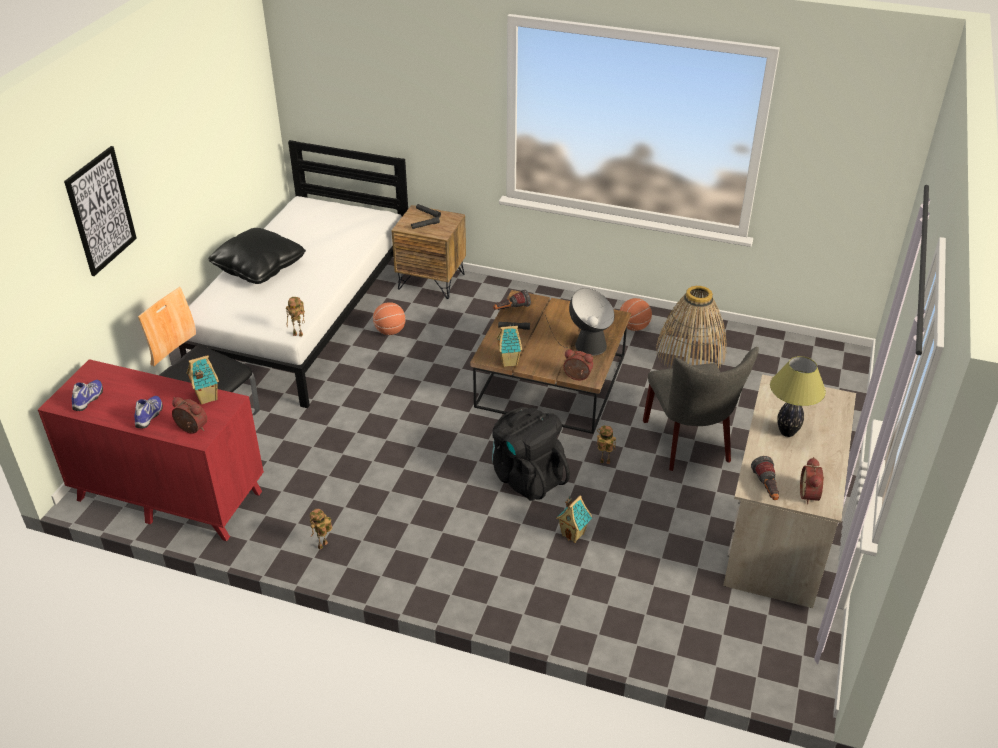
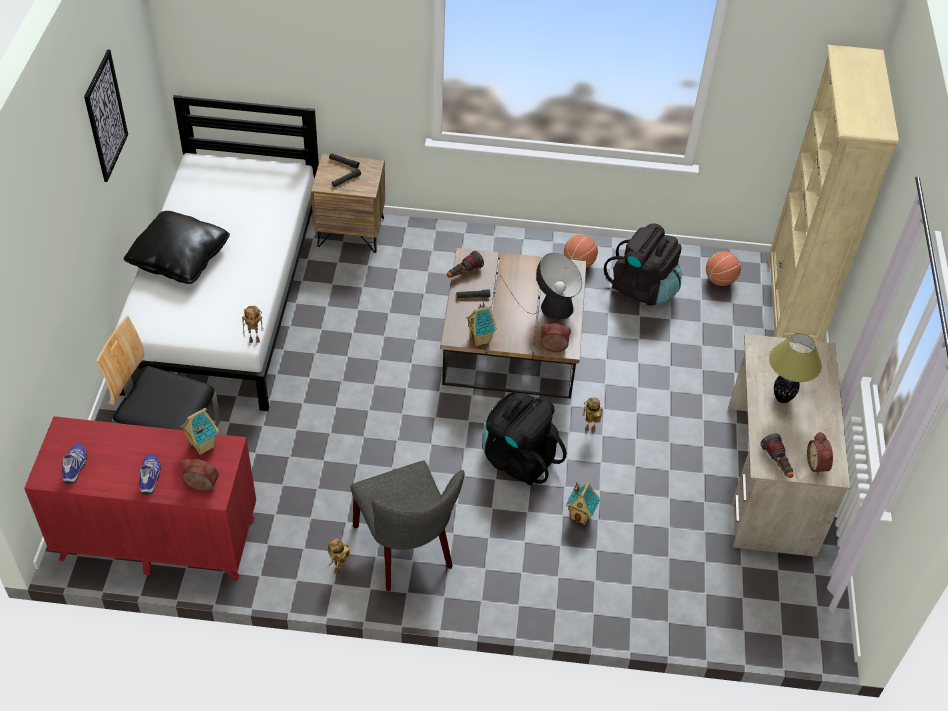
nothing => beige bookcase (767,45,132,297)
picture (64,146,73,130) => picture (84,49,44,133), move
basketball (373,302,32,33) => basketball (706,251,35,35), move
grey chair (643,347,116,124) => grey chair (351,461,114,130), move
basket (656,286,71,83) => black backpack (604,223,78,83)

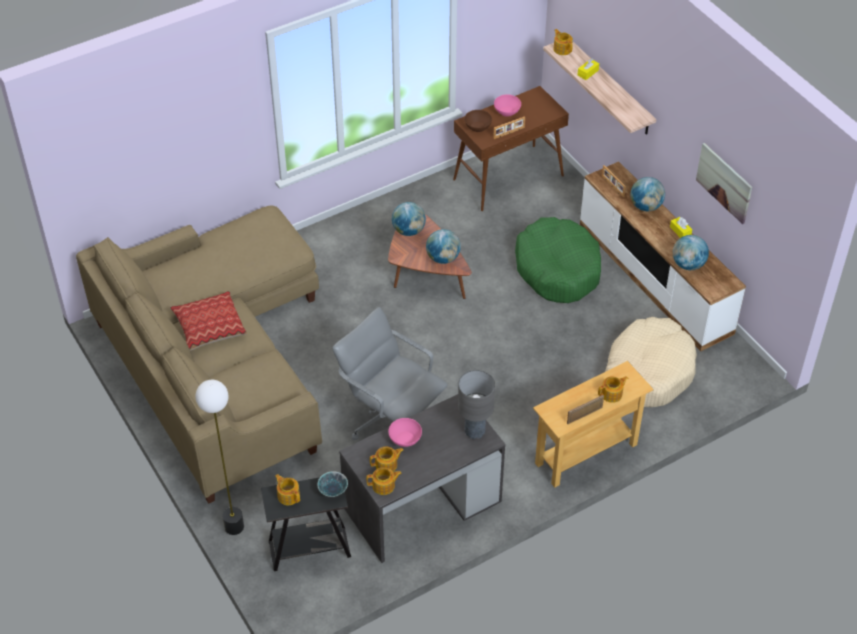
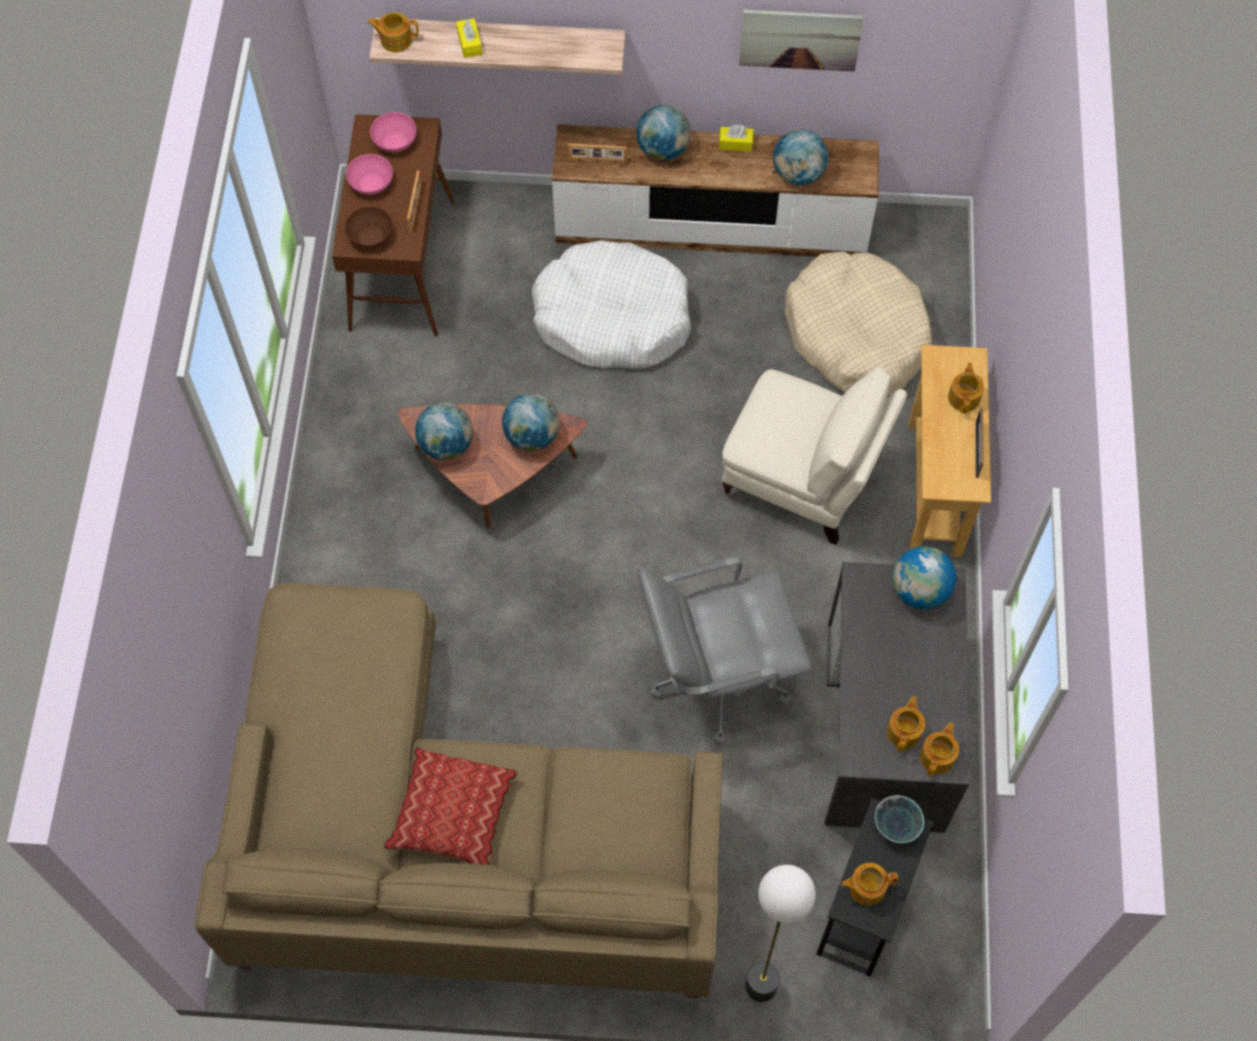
nothing => beige armchair (722,367,185,178)
pink bowl (388,418,34,29) => pink bowl (370,112,47,41), move
grey table lamp (458,370,37,69) => globe (893,546,63,63)
green dog bed (515,217,86,86) => white dog bed (532,240,159,129)

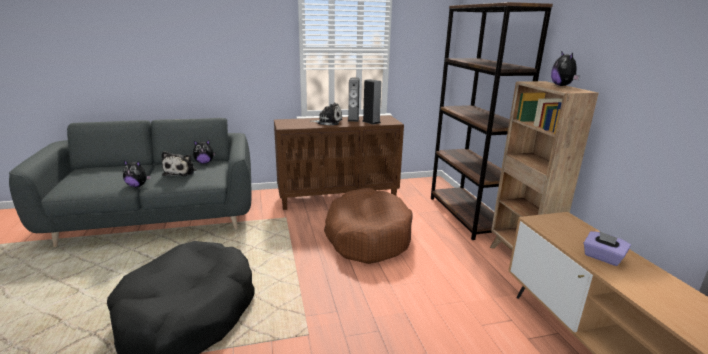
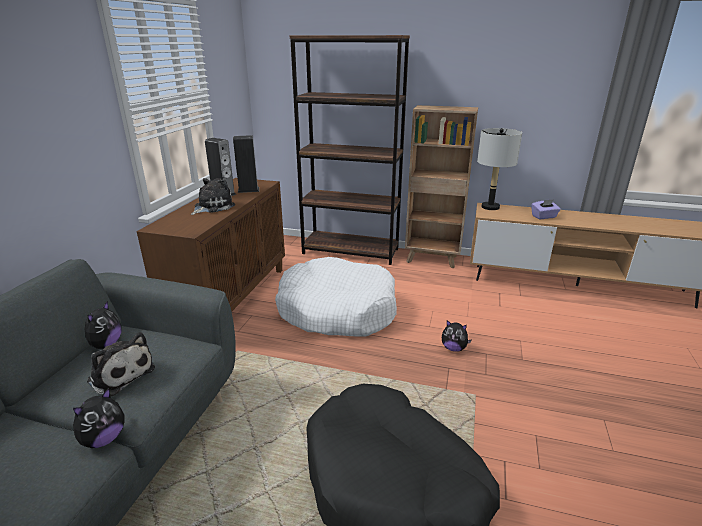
nothing => grey table lamp (477,128,45,82)
plush toy (551,52,29,34) => plush toy (442,320,30,32), move
brown dog bed (324,188,89,76) => white dog bed (275,257,122,79)

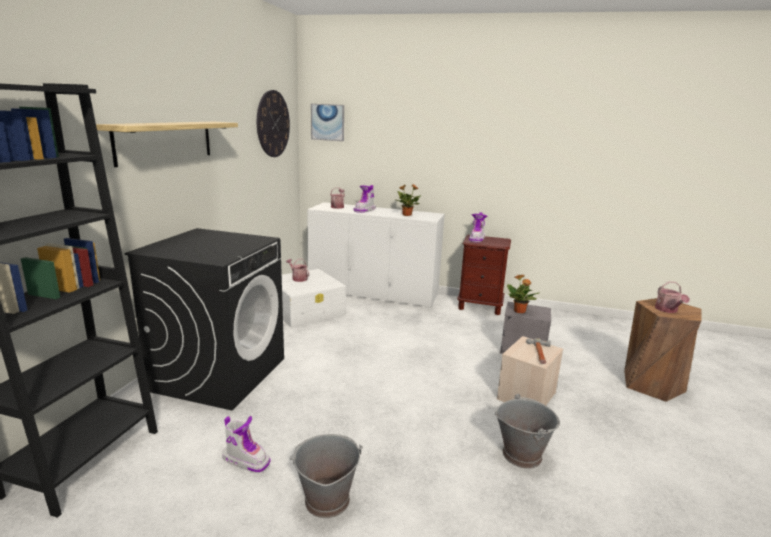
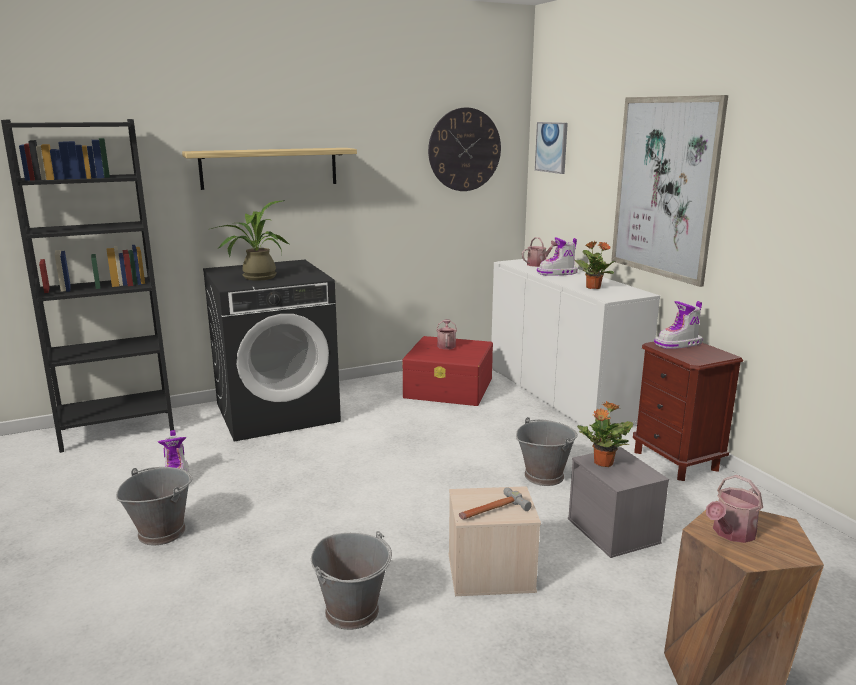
nothing => potted plant (208,201,83,80)
nothing => grey bucket (516,417,62,69)
nothing => picture (611,95,117,192)
white storage box (282,269,64,58) => red storage box (402,336,91,70)

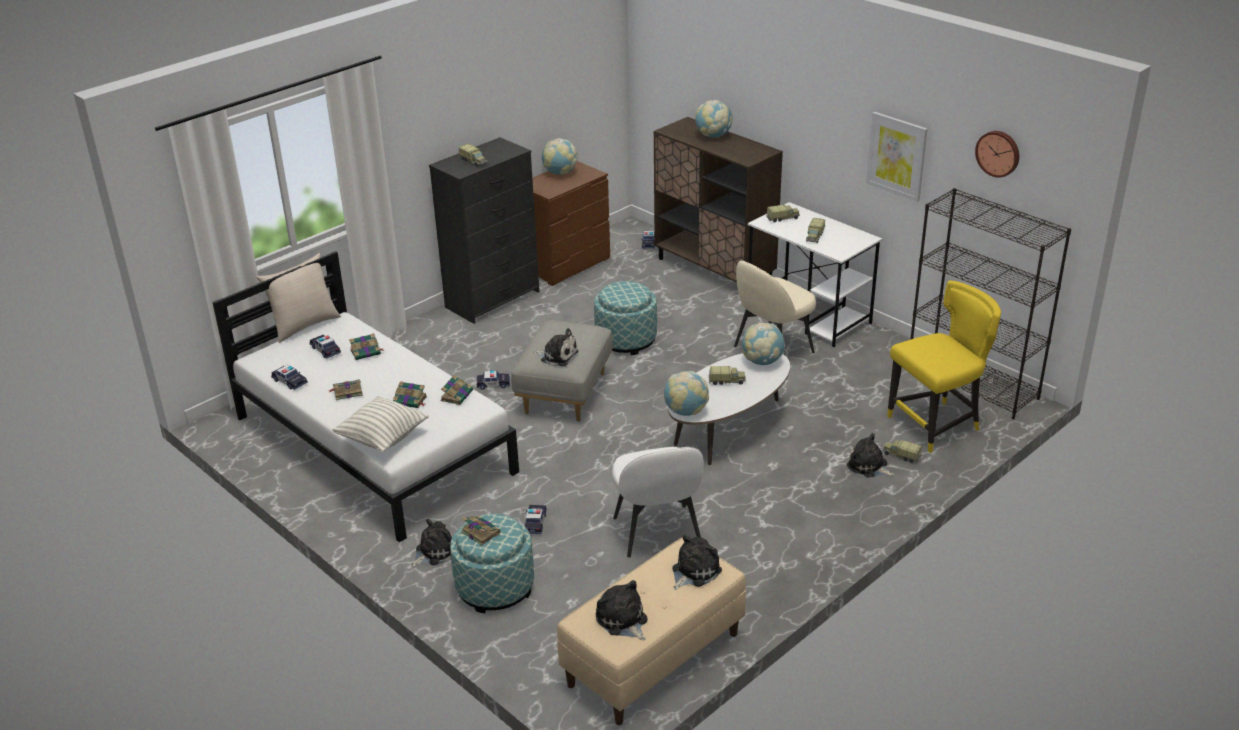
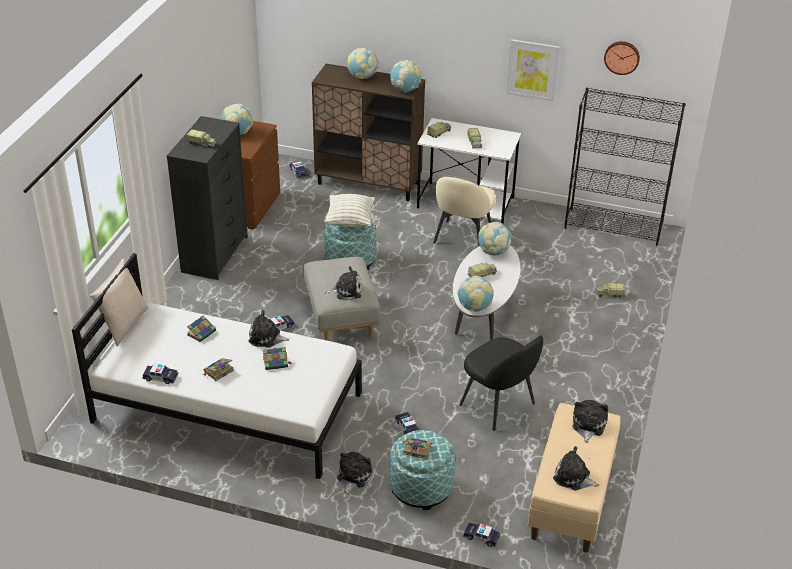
book (440,375,33,30) => nothing
yellow chair (887,280,114,173) => nothing
nothing => globe (390,60,32,33)
toy car (310,335,31,23) => toy car (463,523,37,24), move
pillow (333,396,96,56) => pillow (324,194,51,33), move
plush toy (847,433,48,45) => plush toy (249,310,41,38), move
white chair (612,447,92,110) => black chair (460,336,83,95)

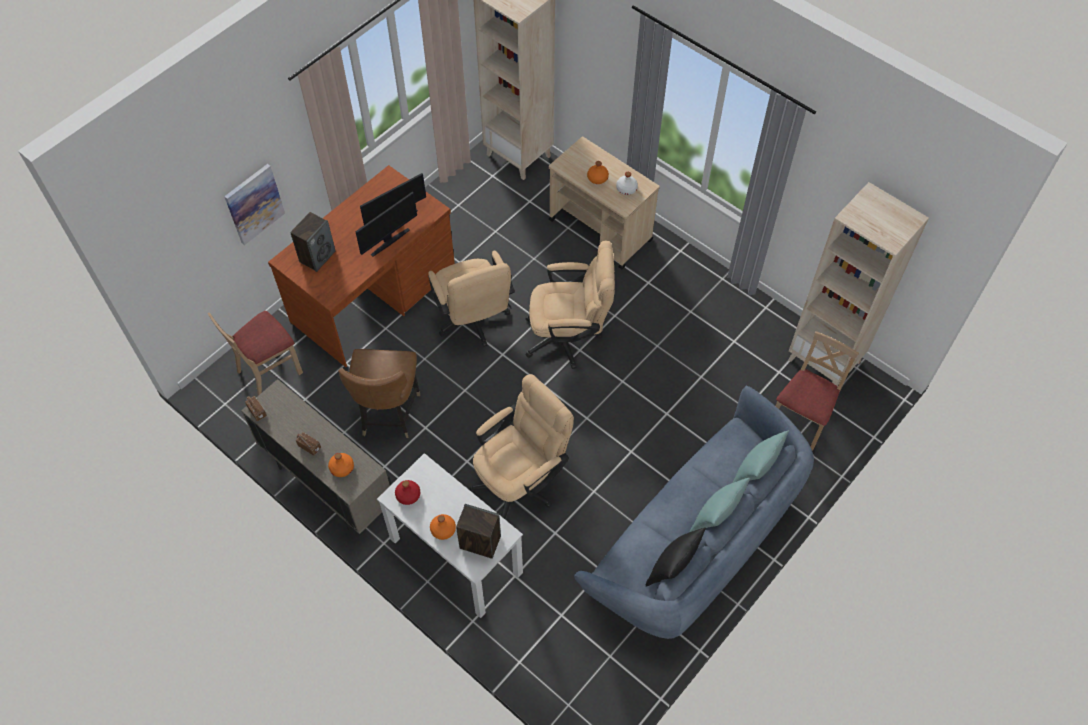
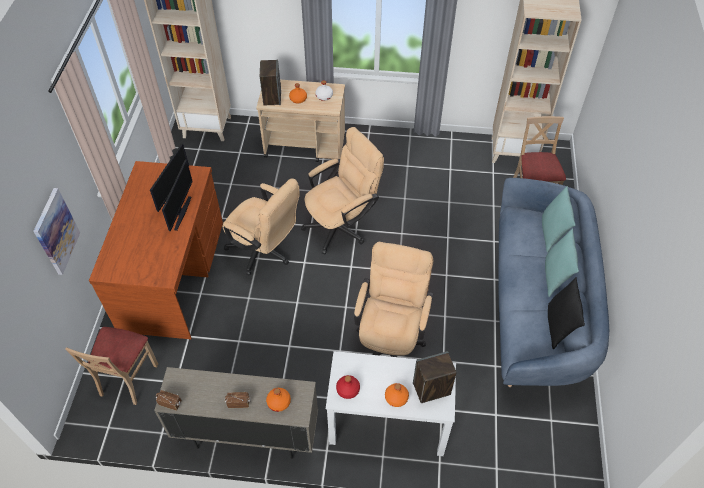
brown chair (338,349,82,89) => nothing
speaker (290,212,46,60) => speaker (260,59,21,46), move

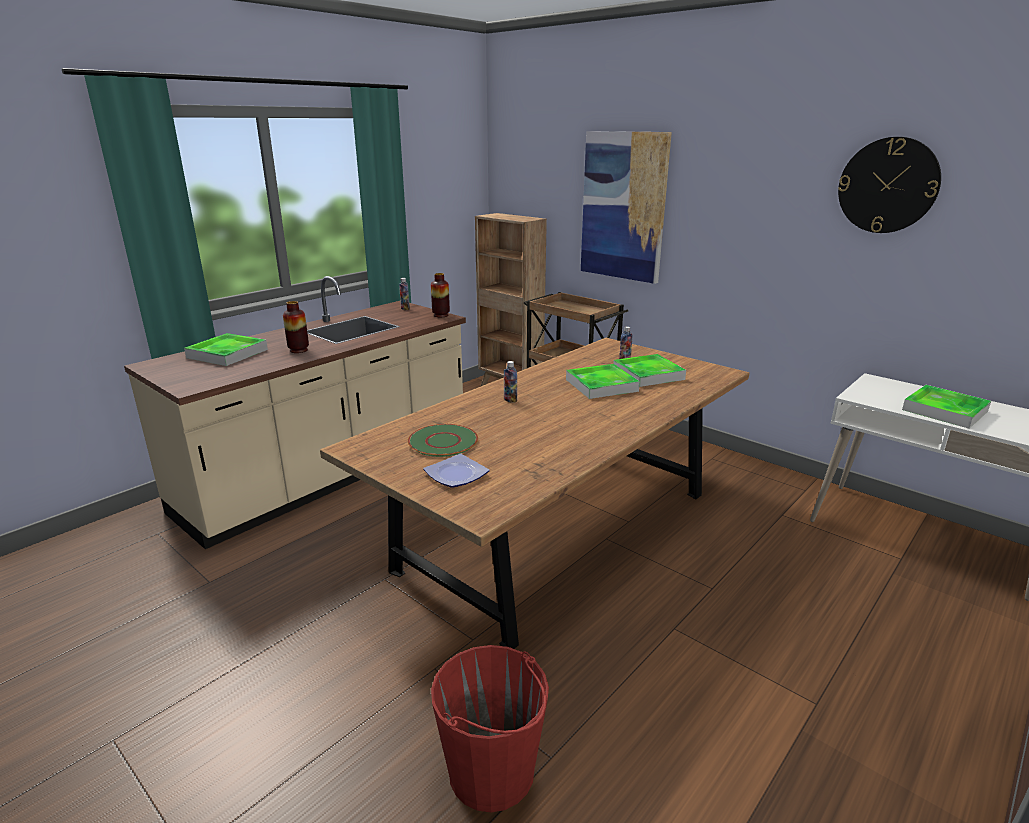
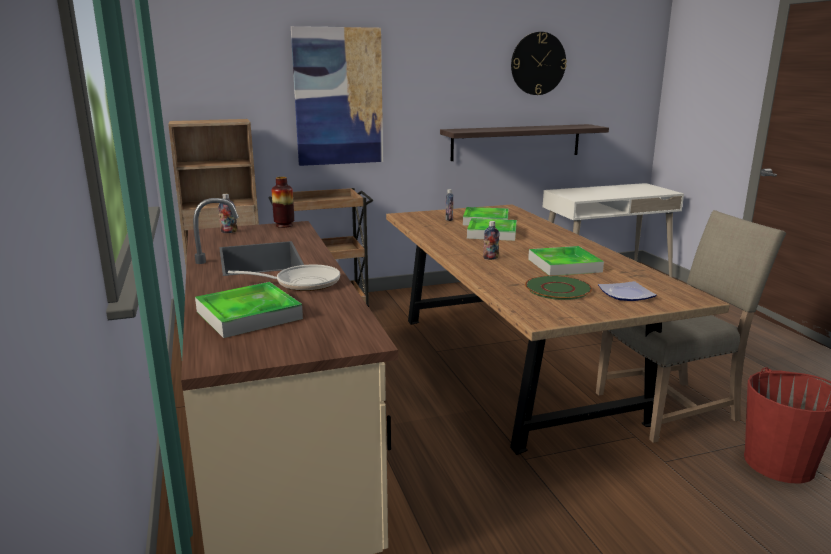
nothing => shelf (440,124,169,37)
nothing => beige chair (596,210,190,233)
tray (902,385,89,44) => tray (528,246,76,30), move
vase (283,301,26,52) => frying pan (228,265,112,26)

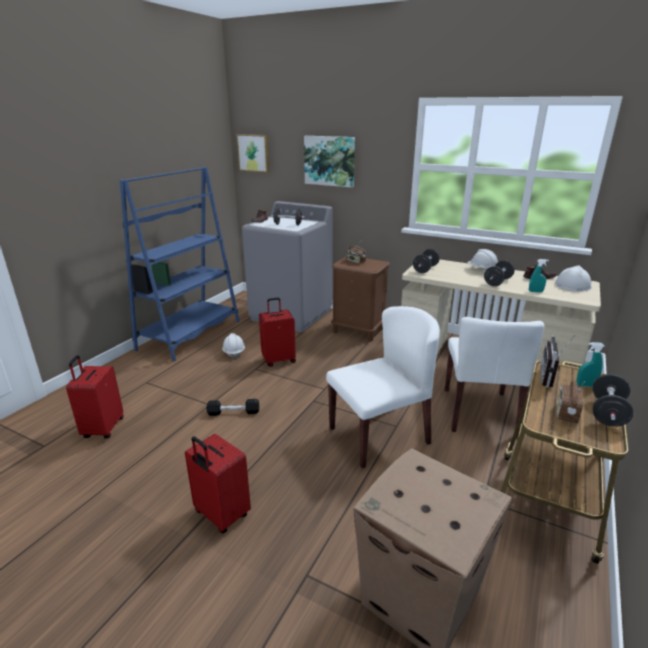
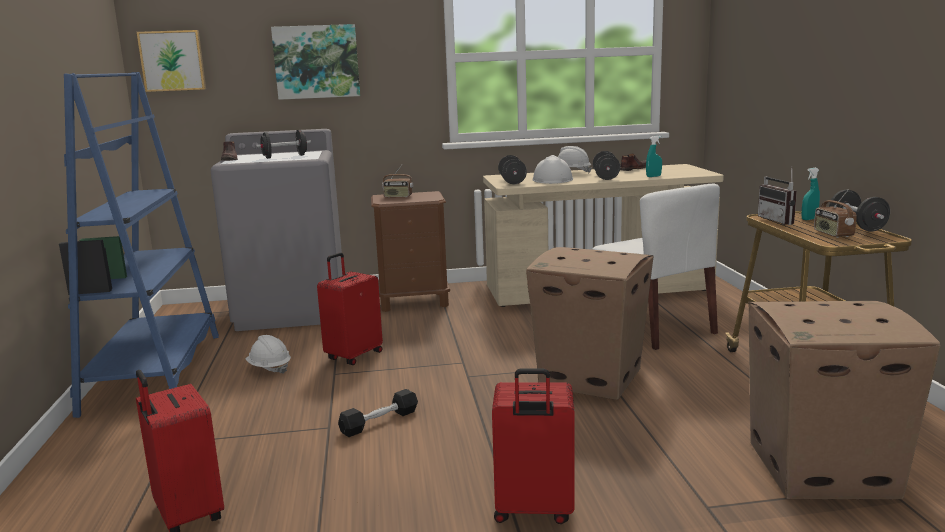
white hard hat (555,265,37,27) => white hard hat (533,155,40,29), move
white chair (326,306,114,162) => cardboard box (526,247,128,153)

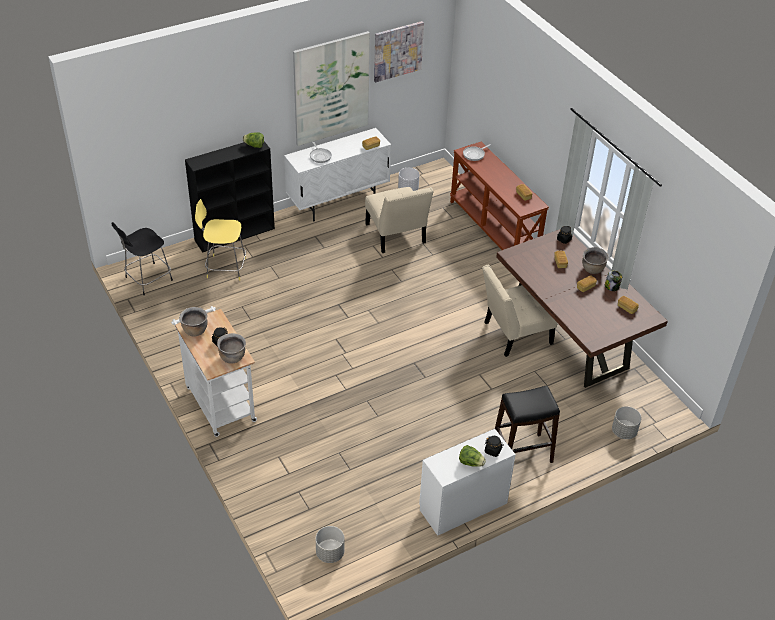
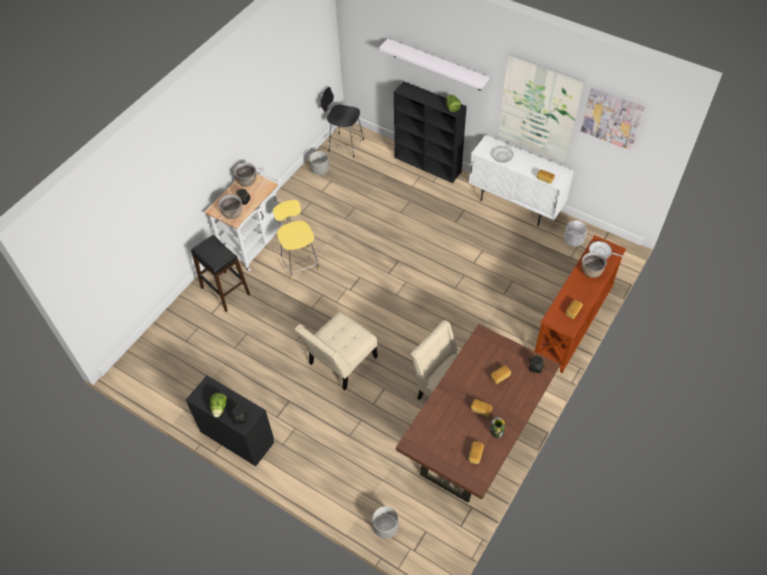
nothing => white shelf (379,38,110,53)
yellow stool (195,199,51,82) => yellow stool (273,200,47,80), move
grey planter (316,526,28,37) => grey planter (309,151,20,24), move
beige chair (365,187,69,66) => beige chair (295,312,83,78), move
black stool (495,386,65,77) => black stool (191,235,59,77), move
brown cooking pot (582,247,27,27) => brown cooking pot (582,252,25,26), move
white dresser (419,429,97,107) => black dresser (186,375,88,91)

